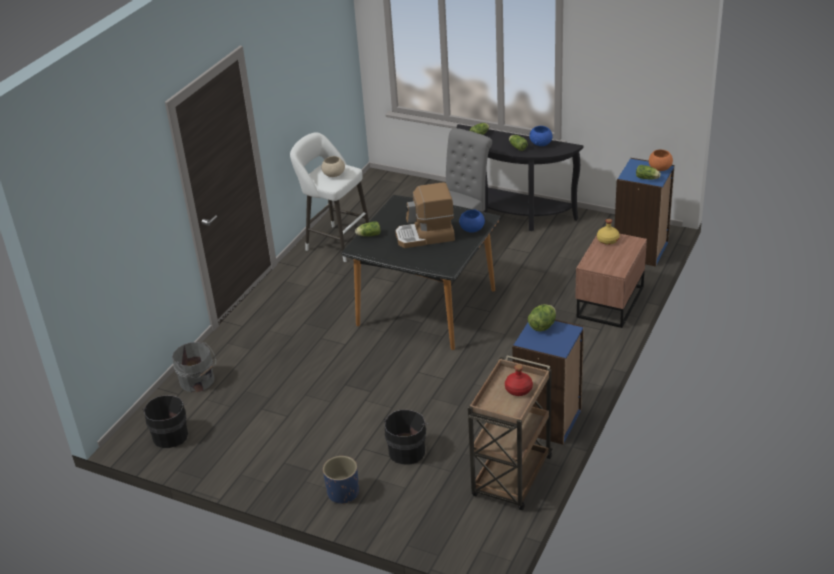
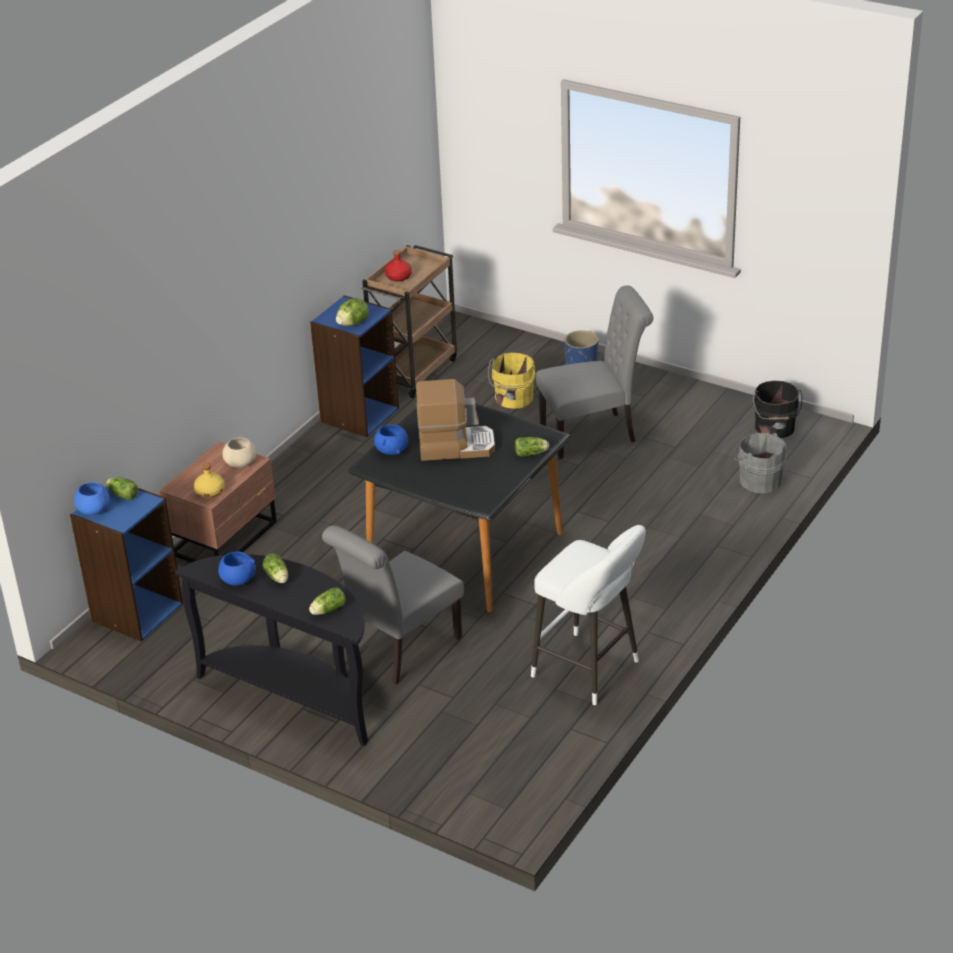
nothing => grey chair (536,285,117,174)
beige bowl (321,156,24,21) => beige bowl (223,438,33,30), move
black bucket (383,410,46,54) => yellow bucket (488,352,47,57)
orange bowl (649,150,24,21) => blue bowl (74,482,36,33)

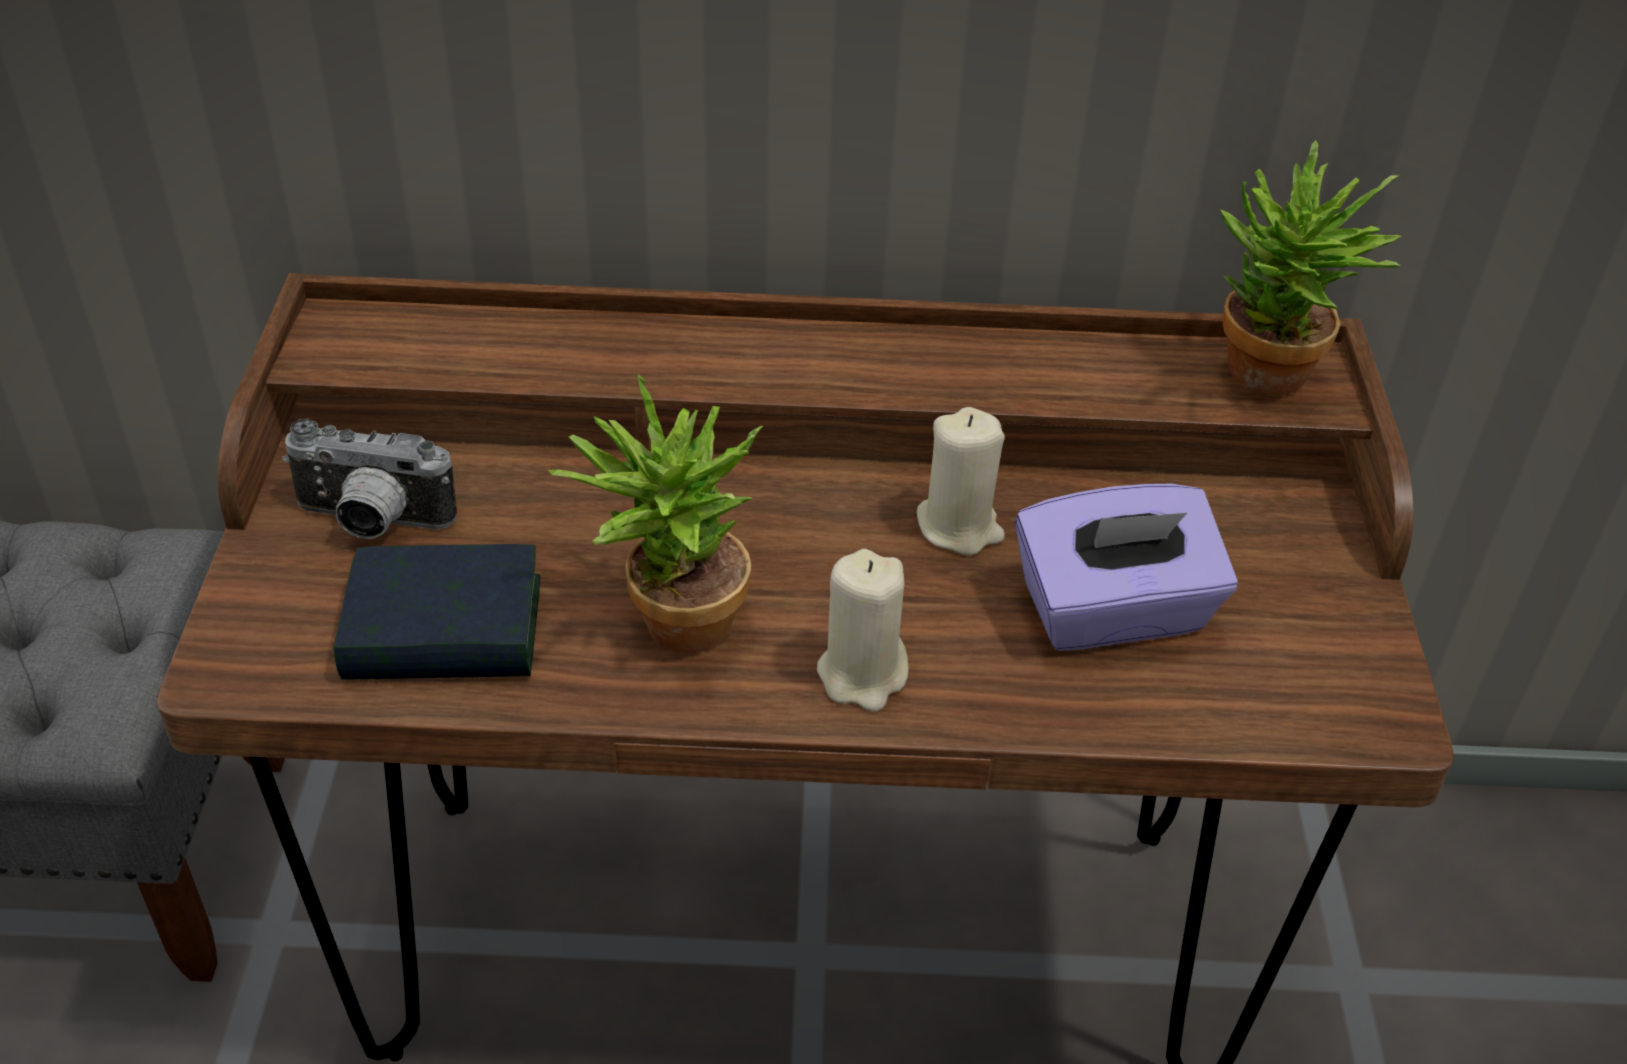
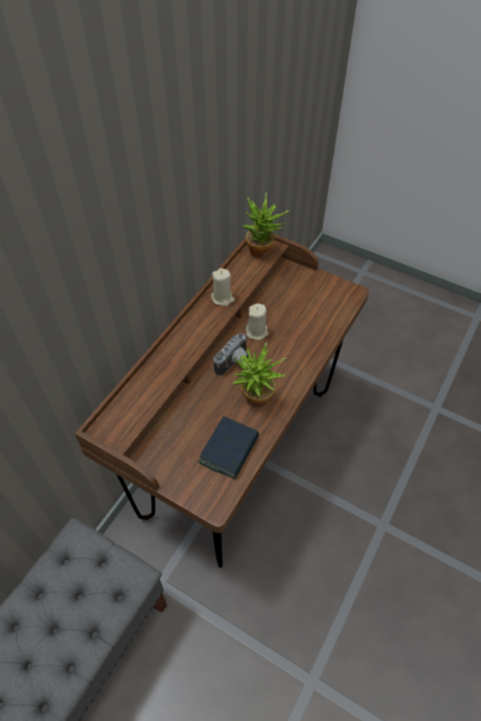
purple tissue box (1015,484,223,167) => nothing
photo camera (282,419,175,120) => photo camera (213,333,35,43), move
beige candle (817,549,92,162) => beige candle (211,268,24,38), move

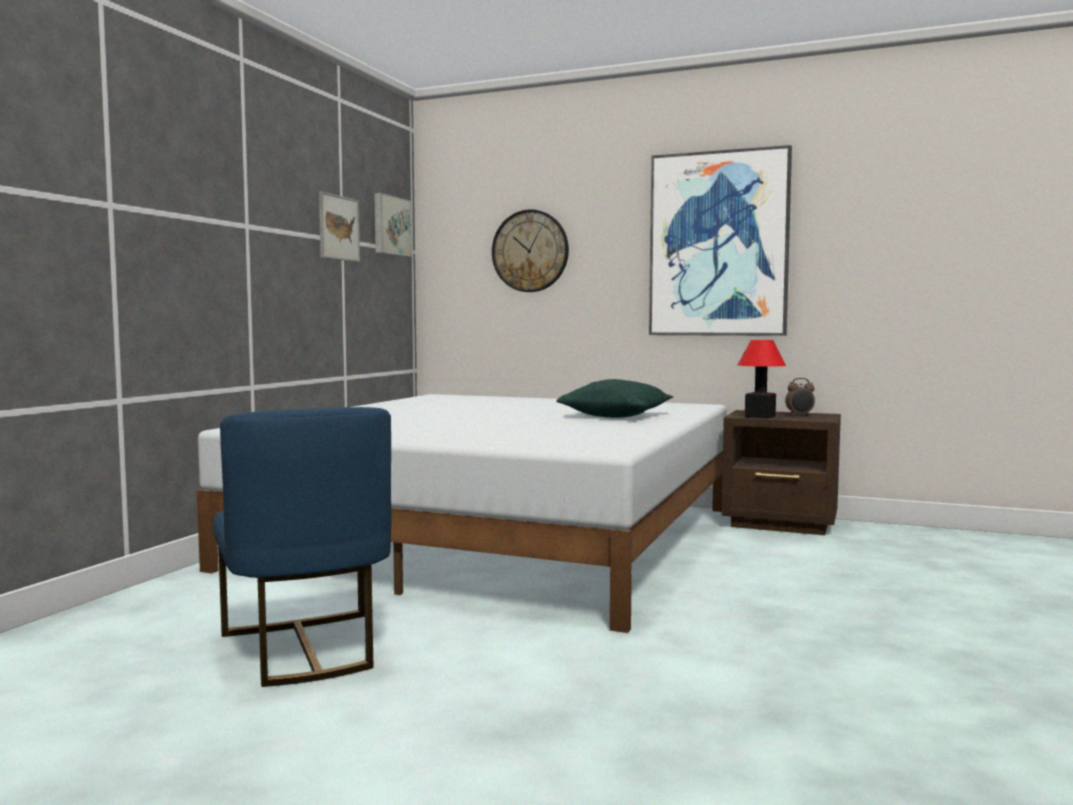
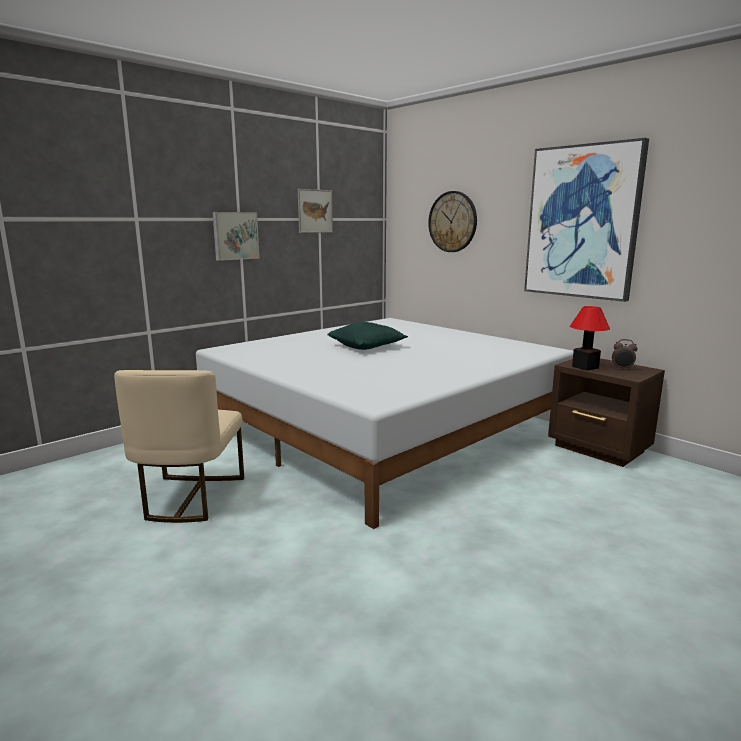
picture (374,193,38,64) => picture (212,212,48,49), move
green pillow (556,379,118,39) => green pillow (327,322,81,28), move
blue chair (213,407,178,280) => beige chair (114,370,130,153)

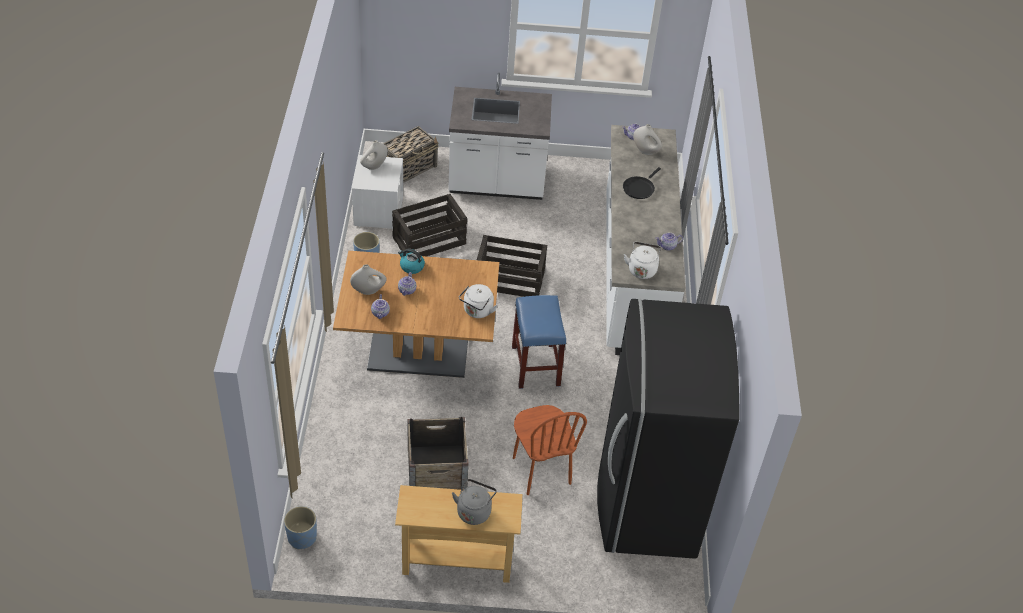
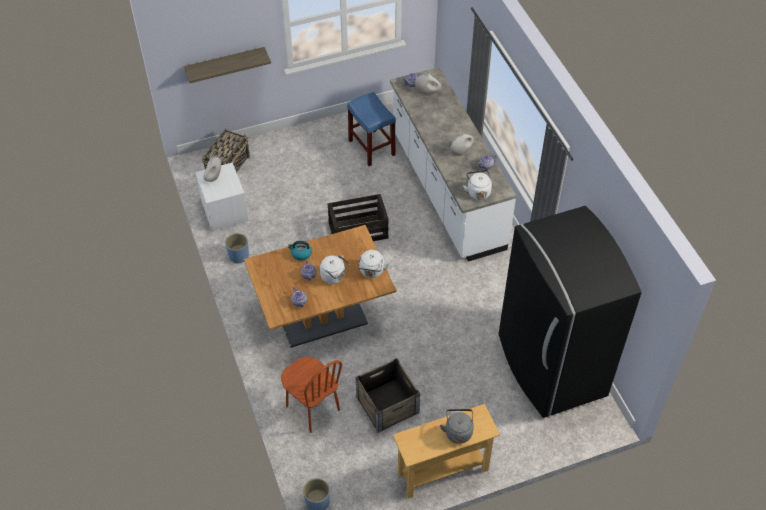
crate (392,194,75,62) => nothing
white counter (448,73,104,127) => nothing
black frying pan (623,167,38,32) => nothing
nothing => shelf (184,47,87,36)
nothing => white kettle (320,255,30,29)
white vase (350,264,37,31) => white vase (450,132,24,24), move
blue stool (512,295,54,94) => blue stool (347,92,49,74), move
brown chair (513,405,74,90) => brown chair (281,357,61,76), move

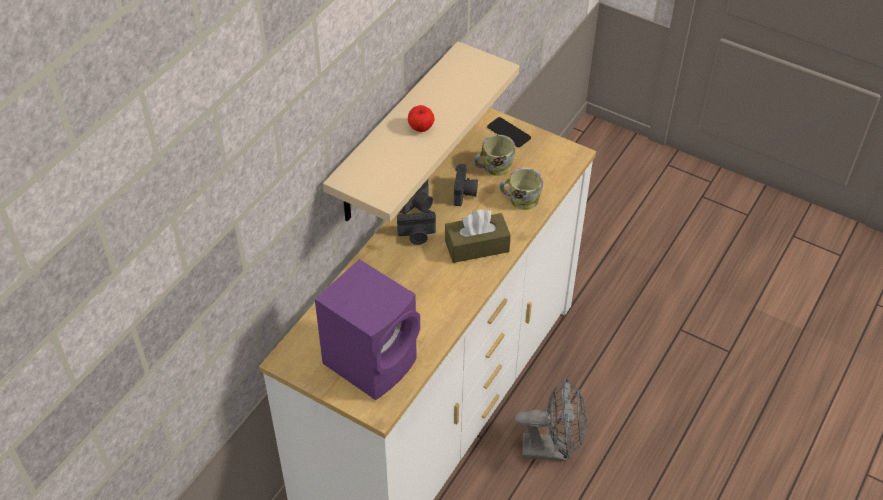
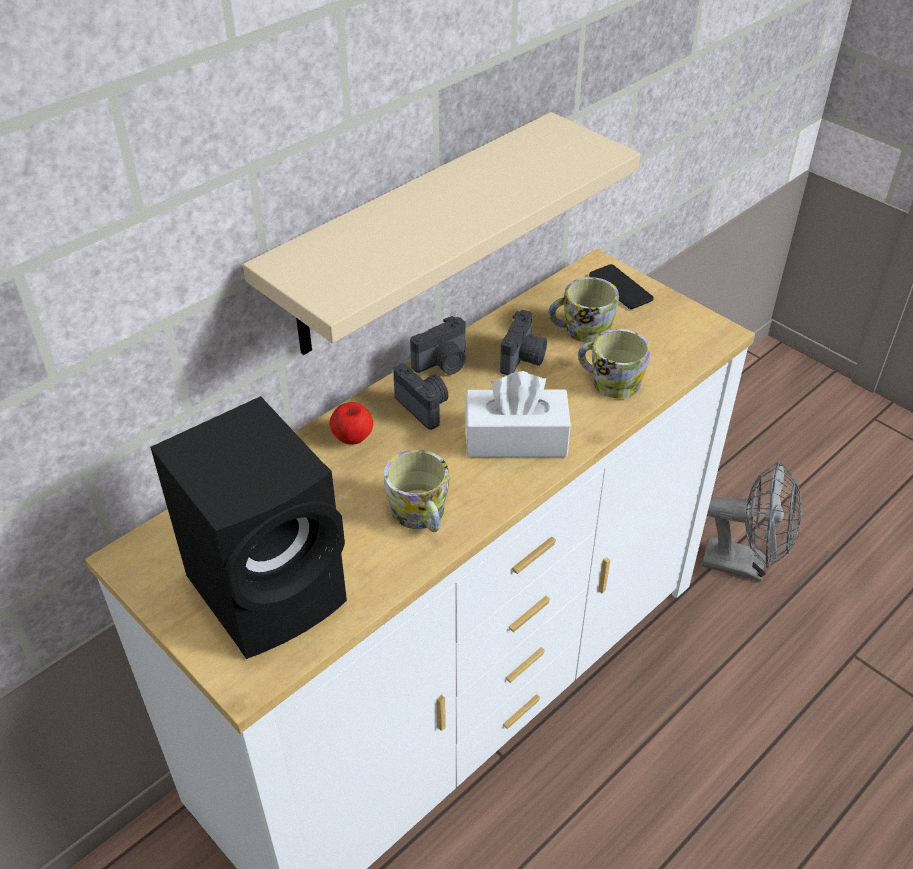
nothing => mug (384,450,65,82)
apple (408,105,27,27) => apple (330,402,43,43), move
grey fan (515,377,72,84) => grey fan (702,461,100,121), move
purple speaker (315,259,105,141) => black speaker (150,396,197,263)
brown tissue box (445,209,66,54) => white tissue box (465,371,106,86)
photo camera (397,210,39,35) => photo camera (393,363,56,67), 135 degrees counterclockwise

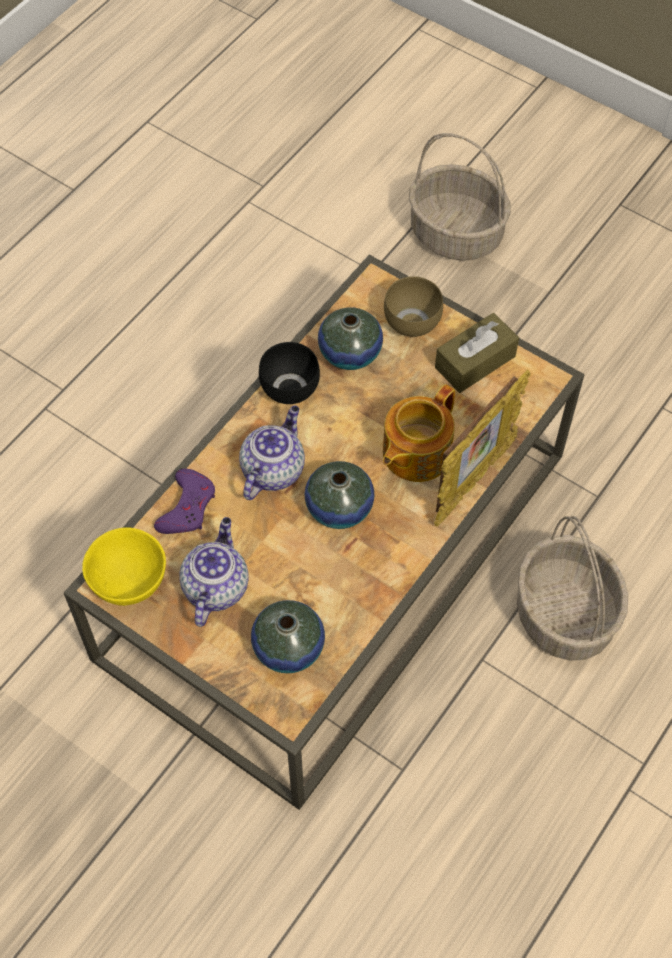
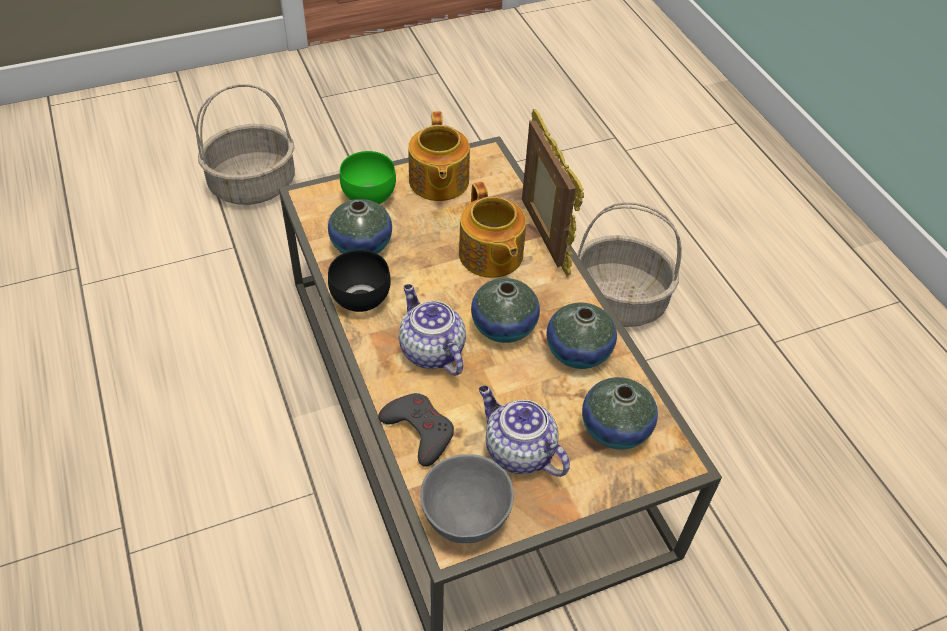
nothing => vase (547,303,70,66)
brown tissue box (435,313,84,80) => teapot (408,111,62,90)
yellow bowl (82,527,84,79) => grey bowl (420,454,94,89)
purple game controller (154,469,61,65) => grey game controller (378,393,76,74)
brown bowl (384,276,59,61) => green bowl (340,151,56,53)

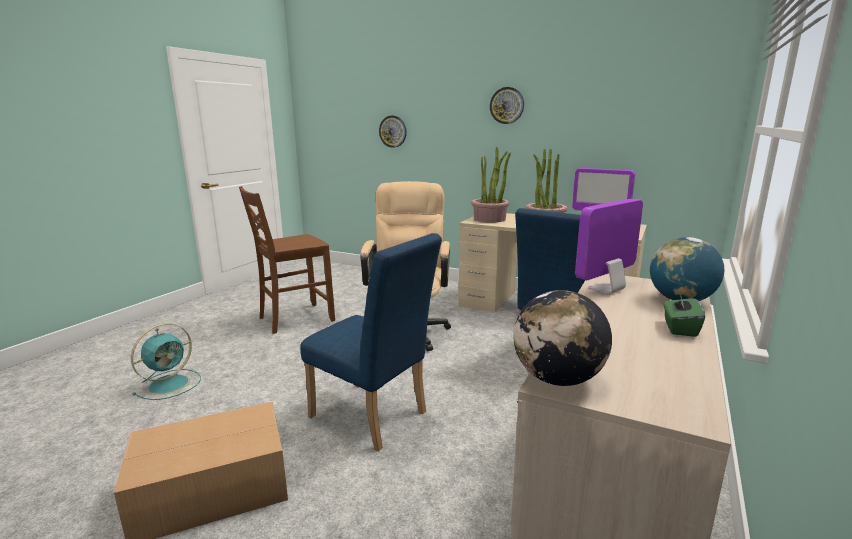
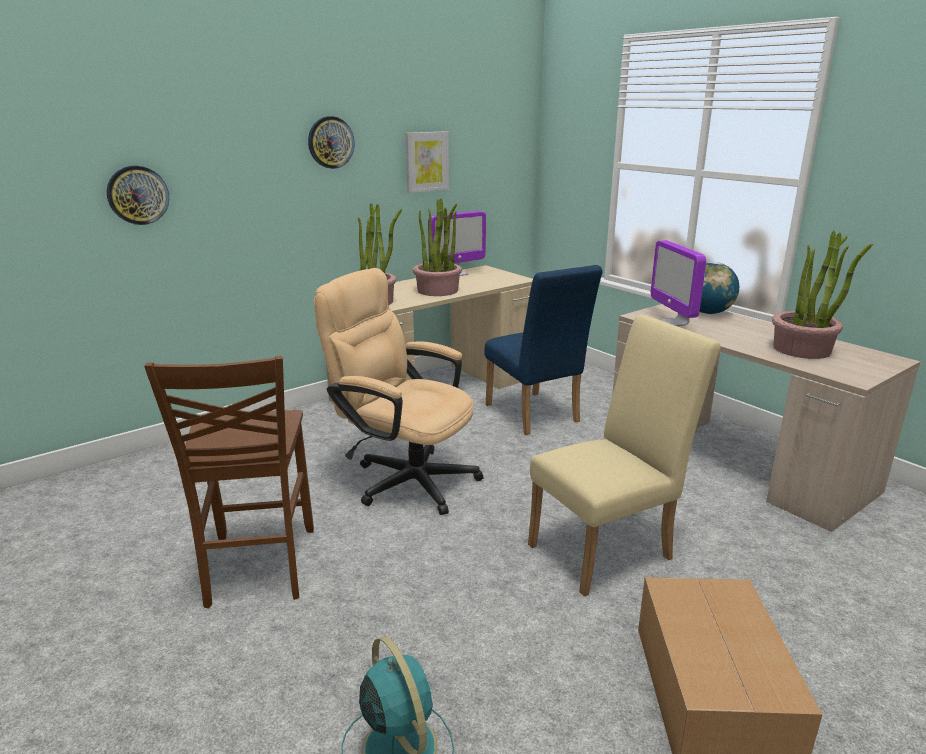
globe (514,290,98,96) => nothing
green tissue box (663,295,42,42) => nothing
nothing => picture (406,131,43,62)
nothing => potted plant (772,231,101,128)
blue chair (300,233,142,218) => beige chair (528,315,192,282)

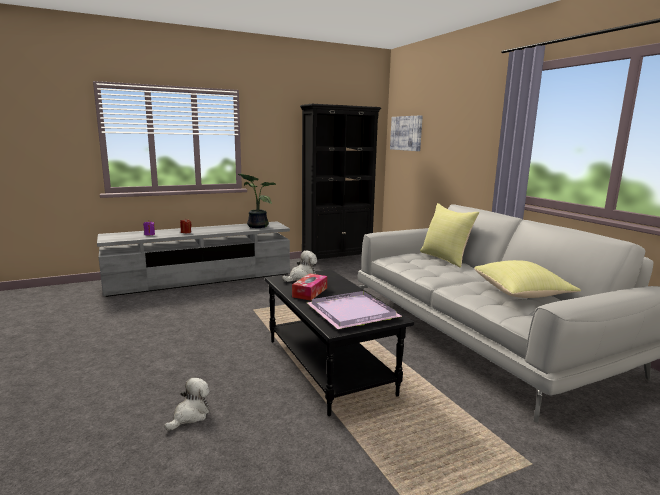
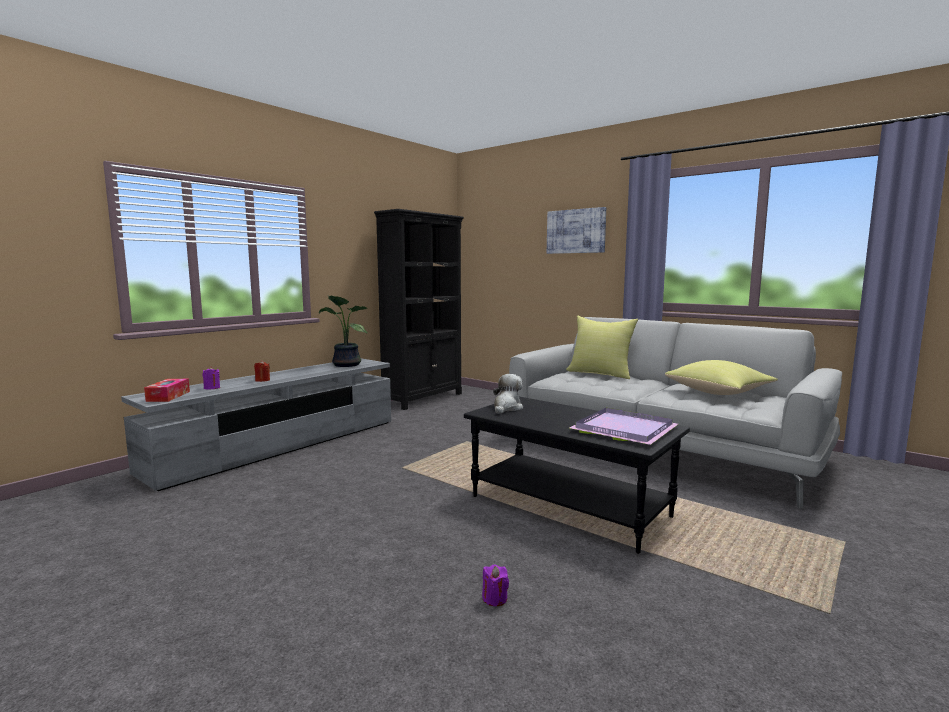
tissue box (292,273,35,28) => tissue box (144,379,46,23), move
picture (390,115,33,36) => picture (547,207,59,47), move
plush toy (165,378,45,53) => purple candle (482,564,27,42)

